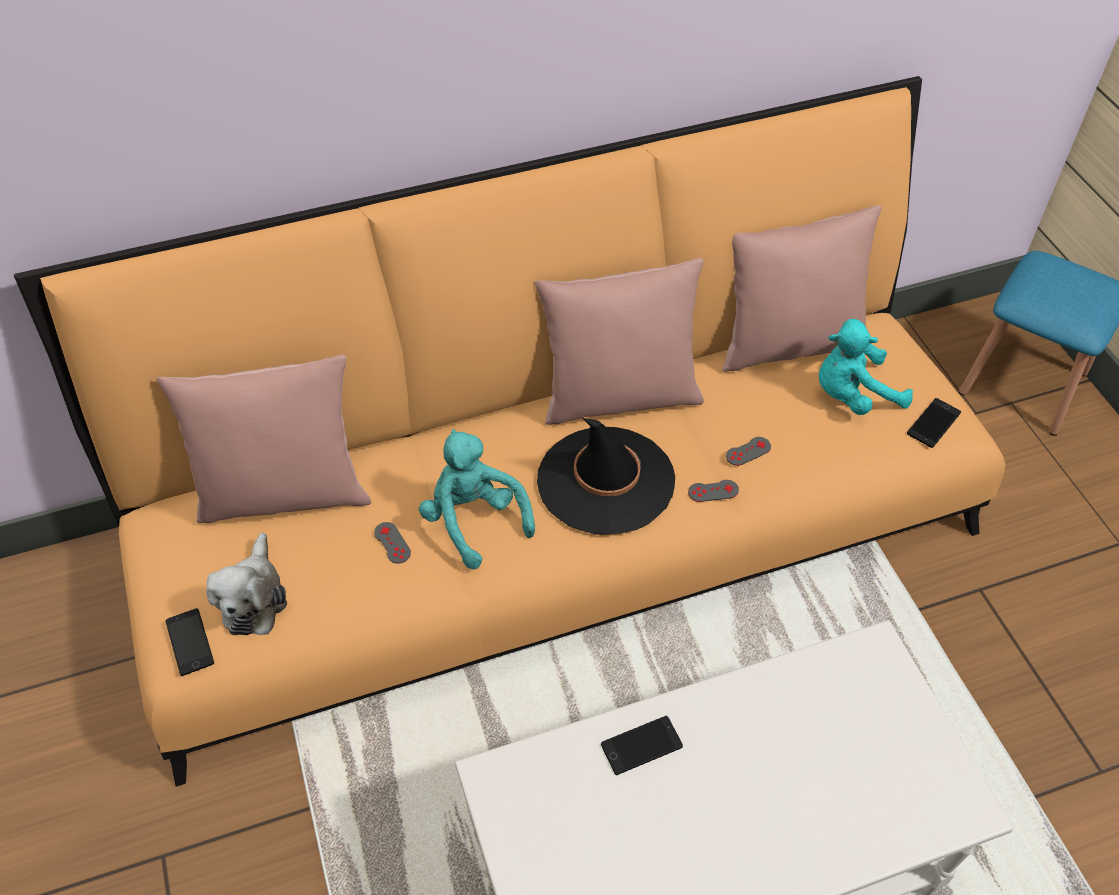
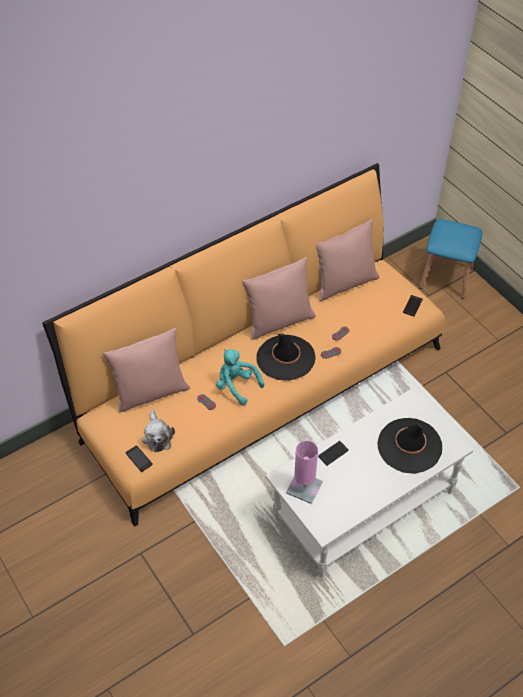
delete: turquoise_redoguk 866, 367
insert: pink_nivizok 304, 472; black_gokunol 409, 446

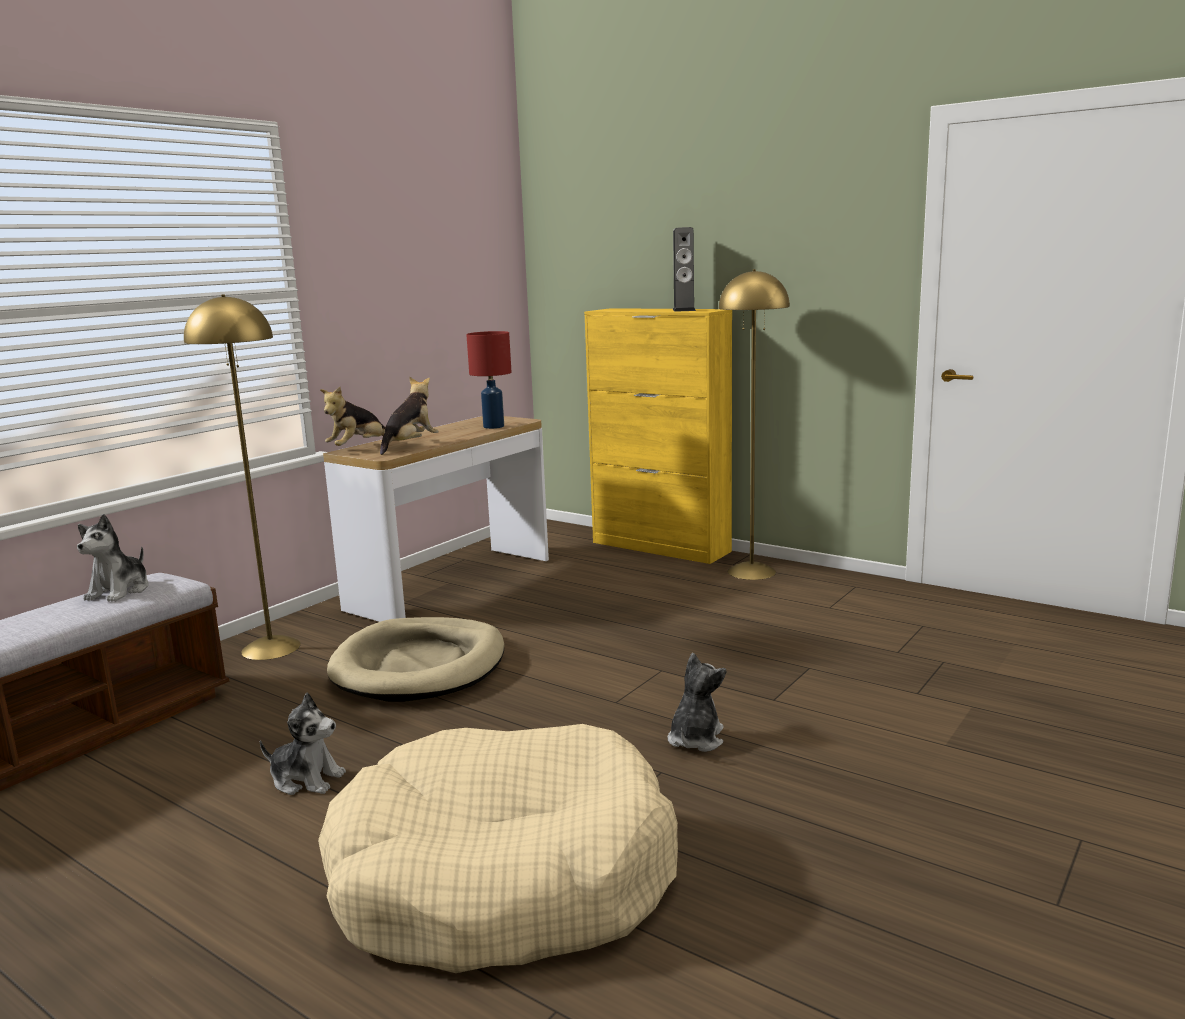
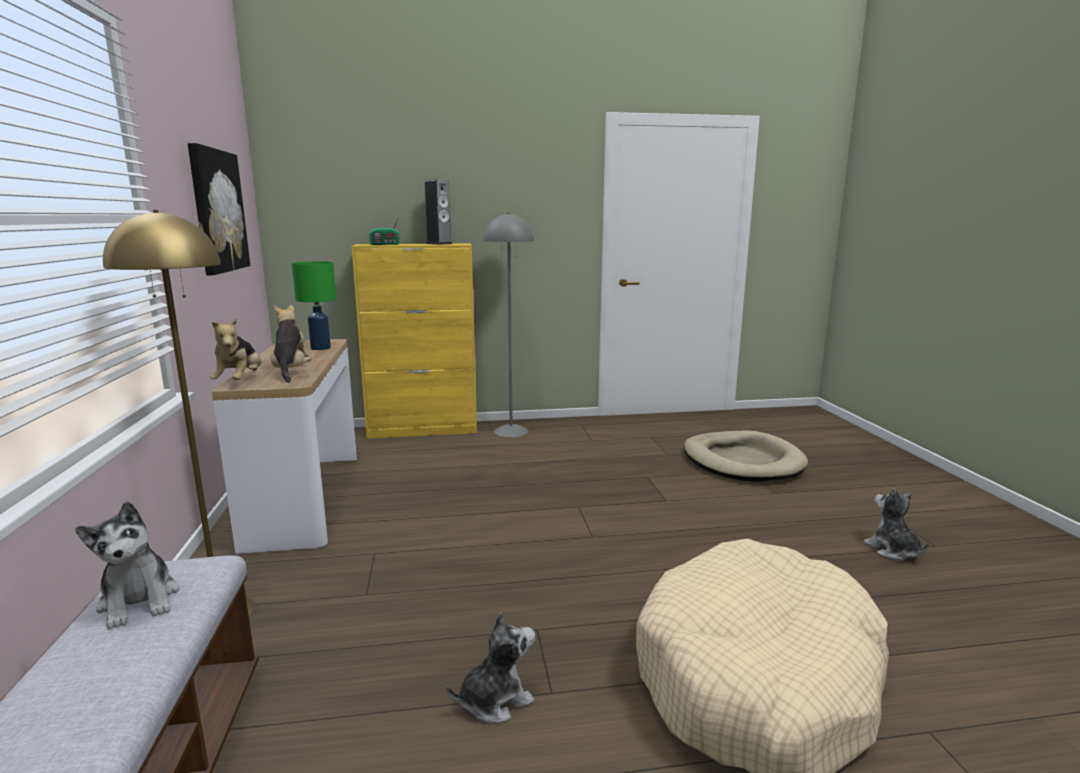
insert: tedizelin 218, 209; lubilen 384, 231
move: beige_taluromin 415, 659 to 746, 456; redoguk 696, 702 to 896, 524
recolor: red_nivizok 488, 380 to green_nivizok 314, 305; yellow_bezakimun 754, 424 to grey_bezakimun 508, 325

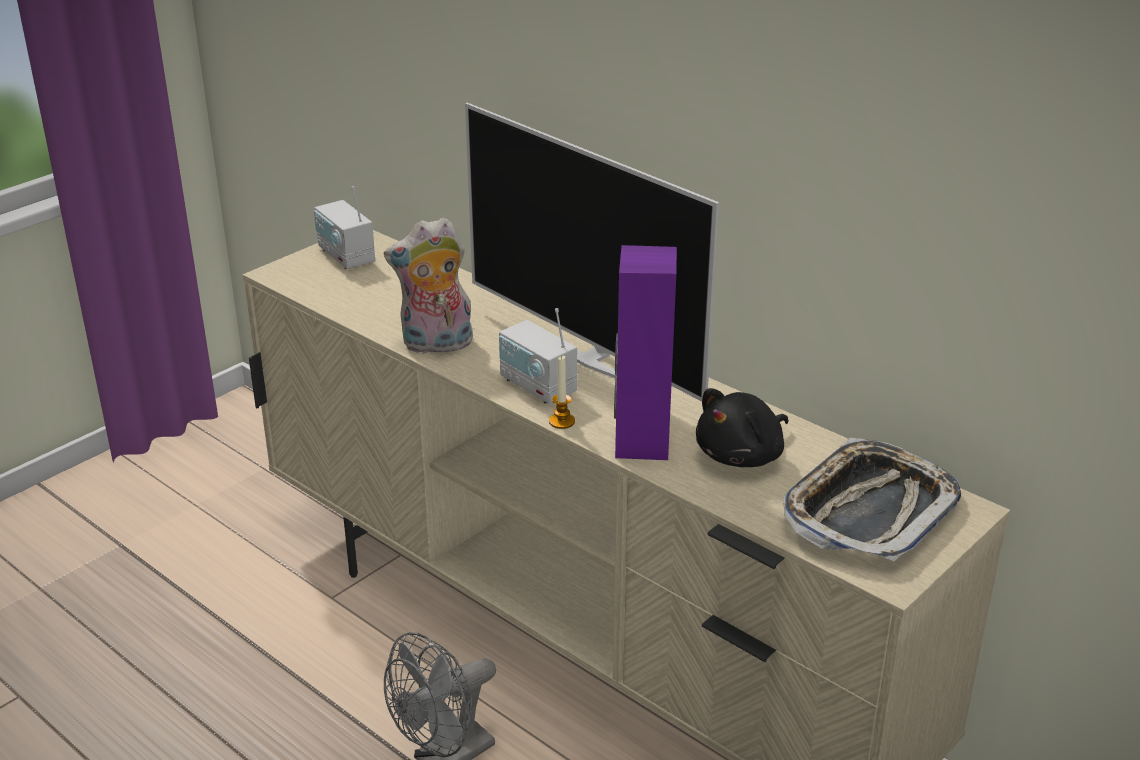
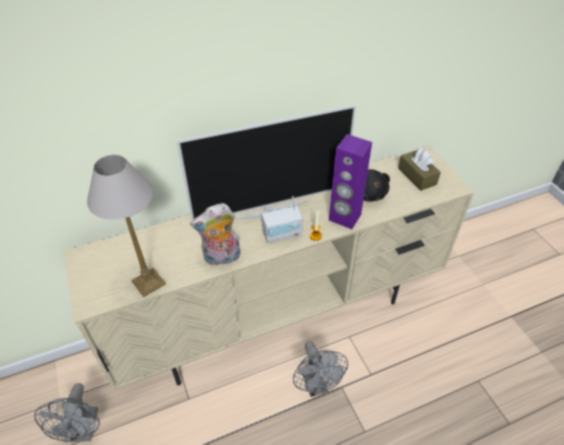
delete: lubilen 344, 227
insert: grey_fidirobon 67, 412; nivizok 126, 226
replace: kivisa 872, 500 to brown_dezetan 419, 169
rotate: redoguk 428, 286 = 215, 234 60 degrees clockwise

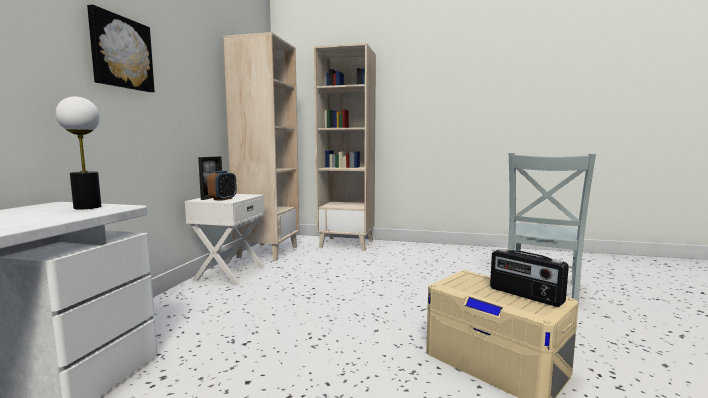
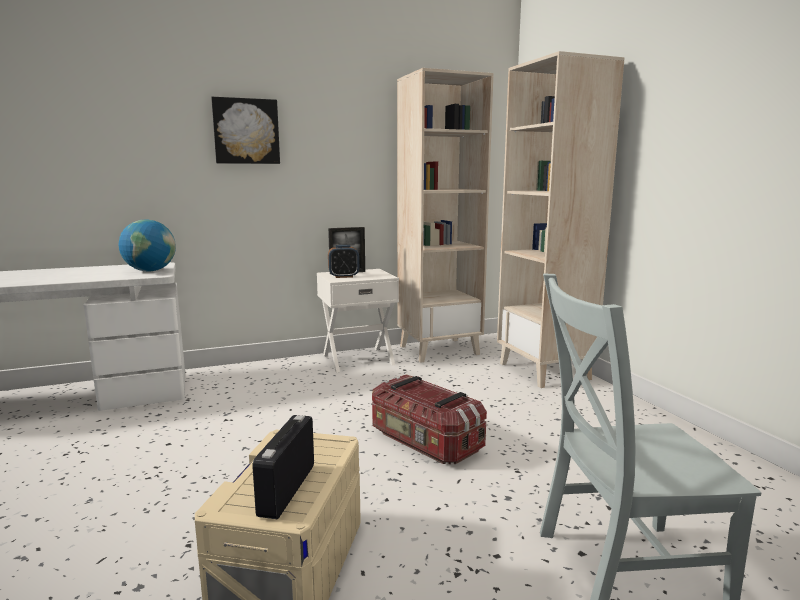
insert: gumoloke 429, 419
replace: nivizok 78, 152 to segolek 147, 245

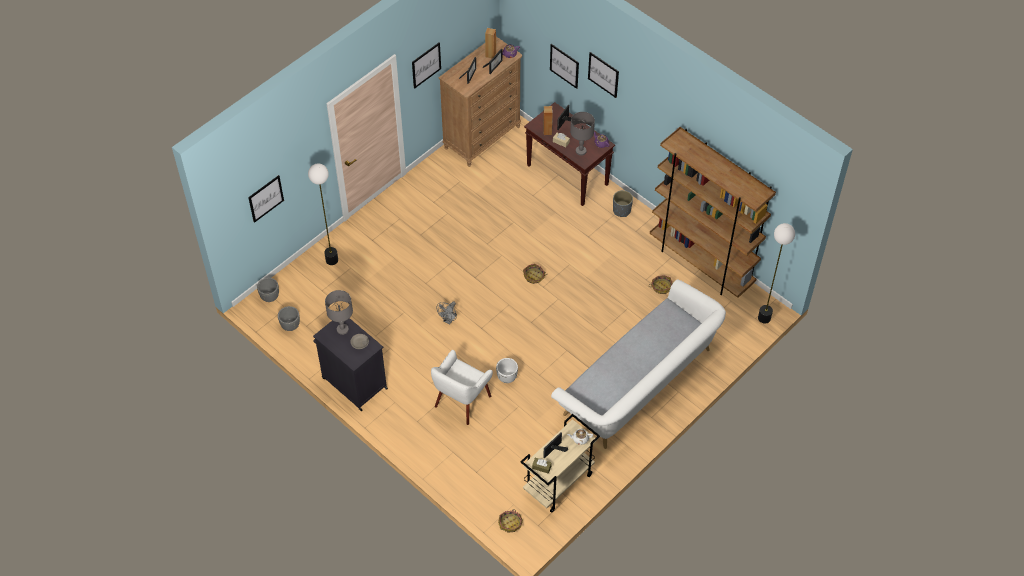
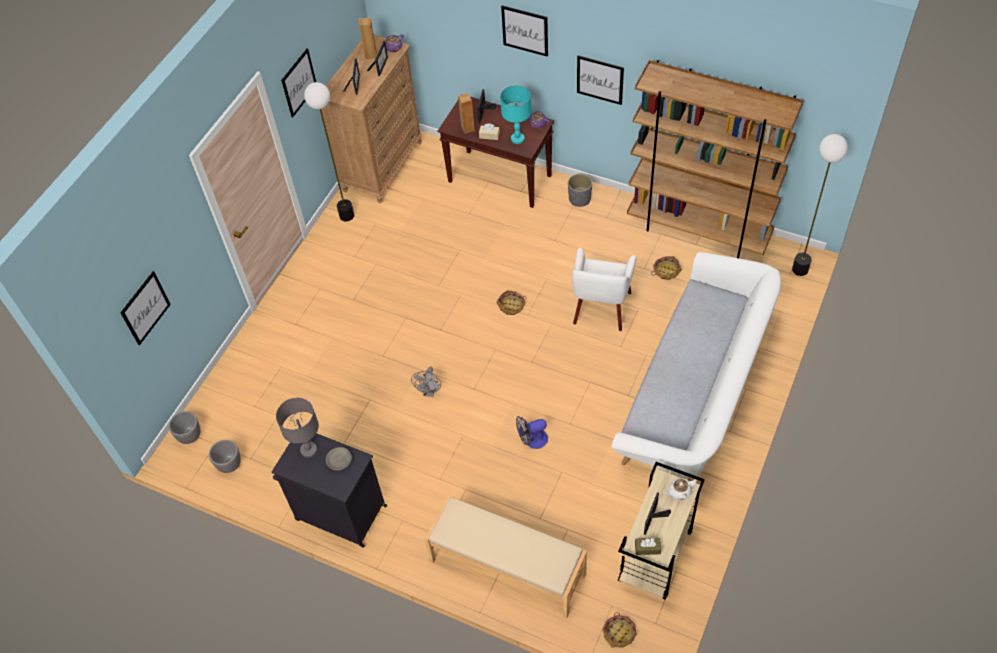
insert: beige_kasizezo 506, 557
move: bezakimun 323, 214 to 329, 151; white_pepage 462, 387 to 604, 289; tedizelin 564, 66 to 600, 80
replace: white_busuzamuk 507, 370 to fidirobon 532, 432
recolor: grey_nivizok 582, 134 to turquoise_nivizok 515, 114

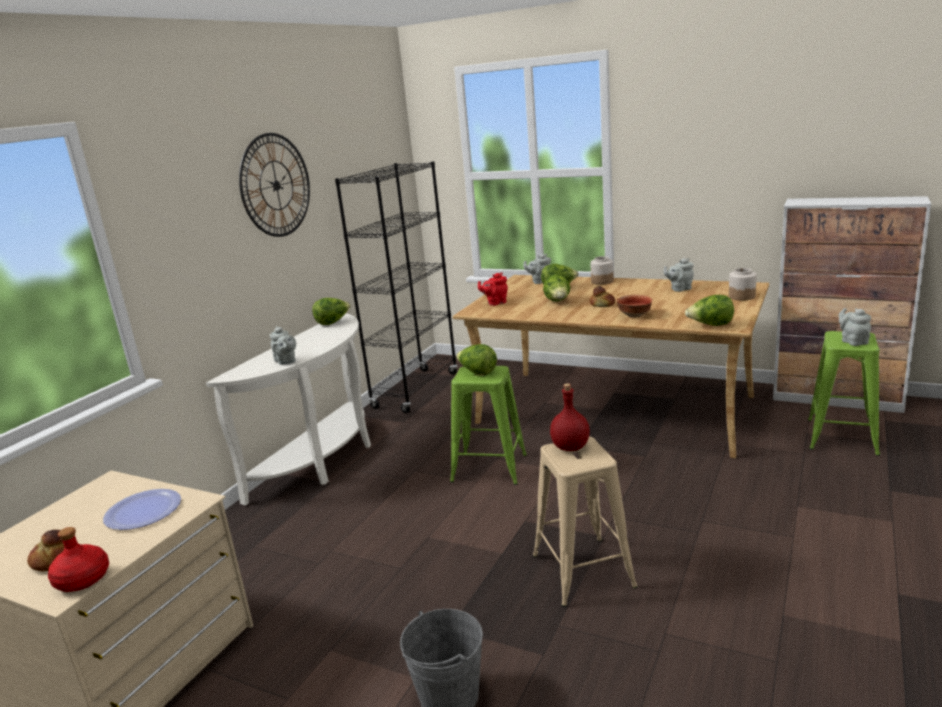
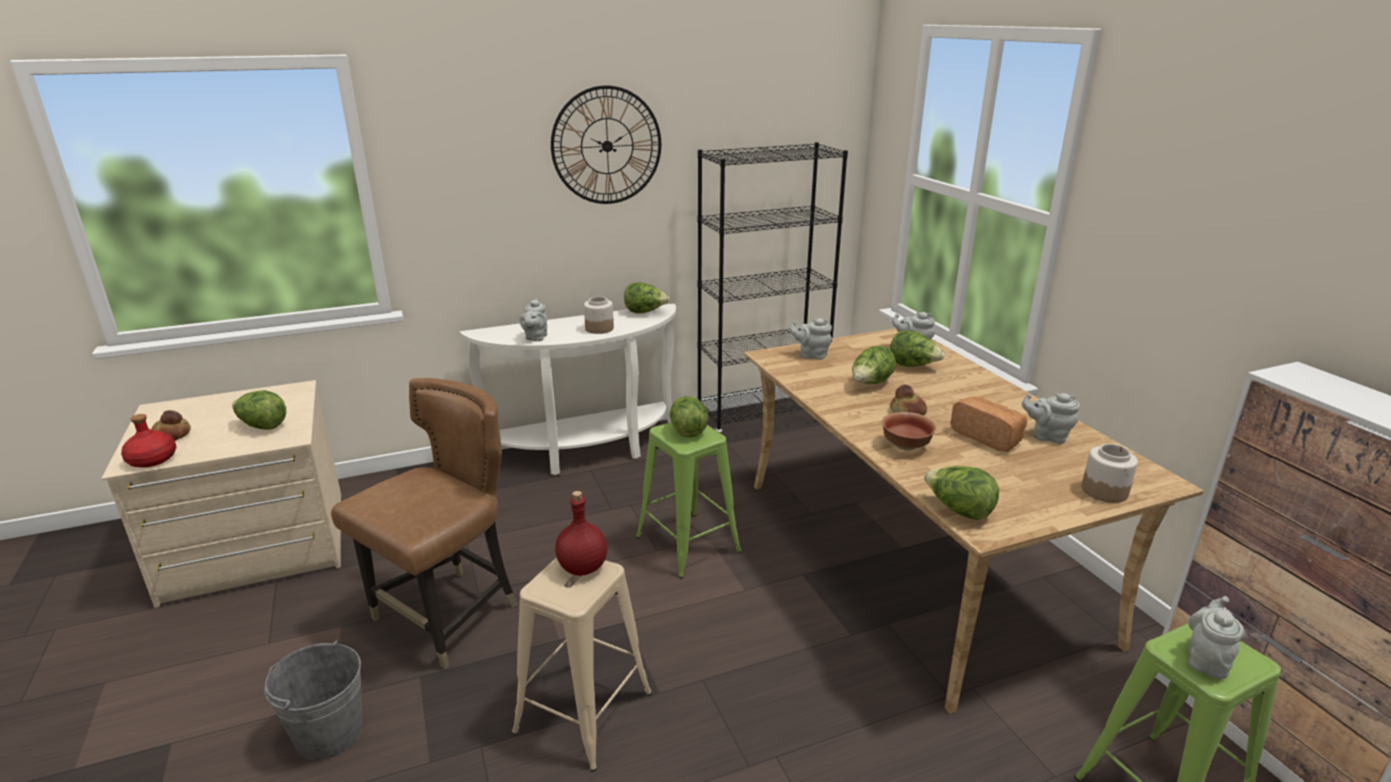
insert: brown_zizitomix 424, 523; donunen 988, 424
move: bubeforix 602, 270 to 599, 315
replace: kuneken 142, 509 to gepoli 259, 410
recolor: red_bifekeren 493, 289 to grey_bifekeren 810, 339

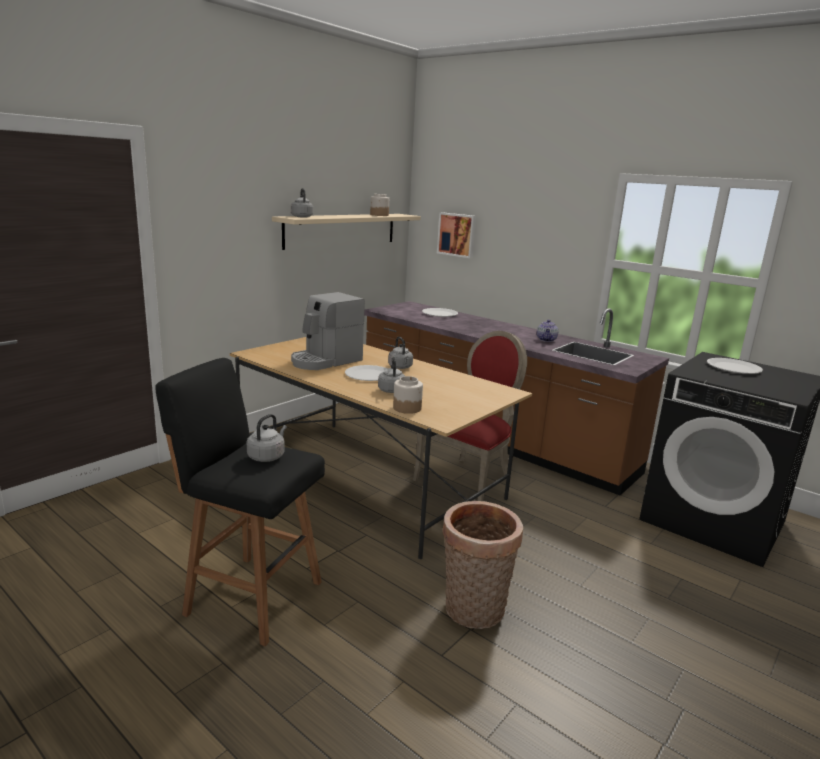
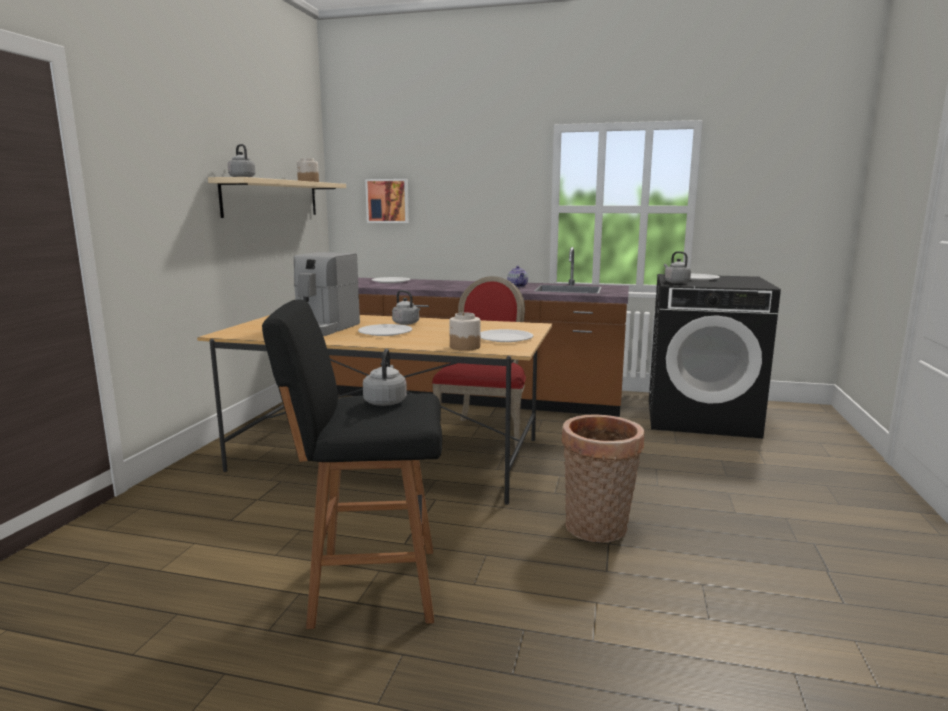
insert: white_kuneken 506, 335
move: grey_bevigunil 391, 375 to 677, 267

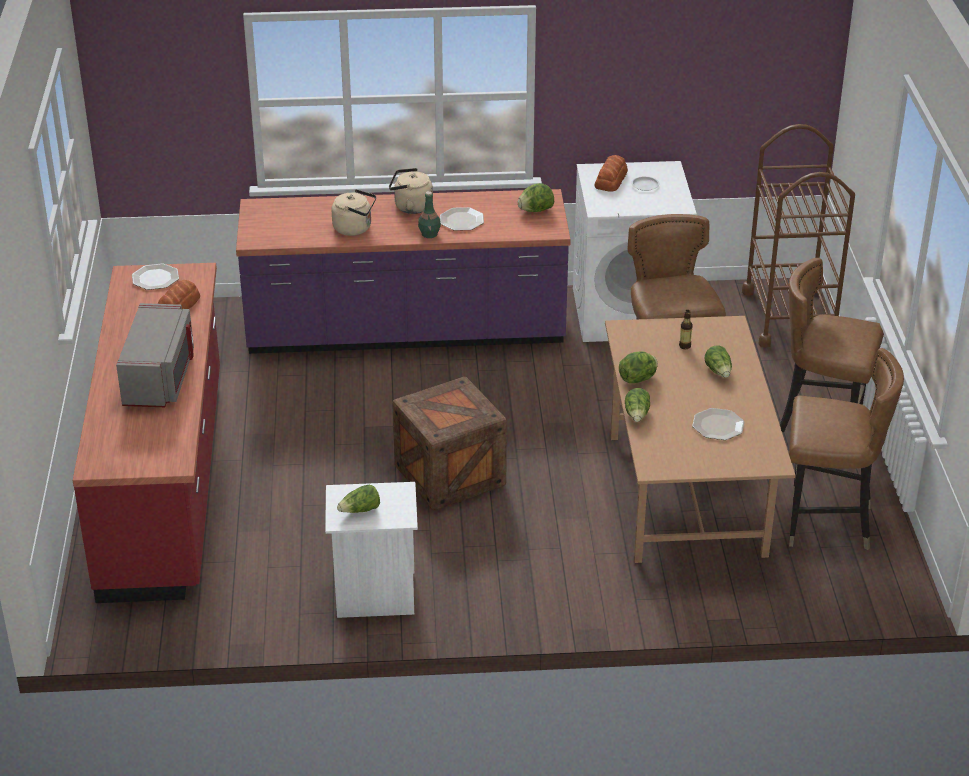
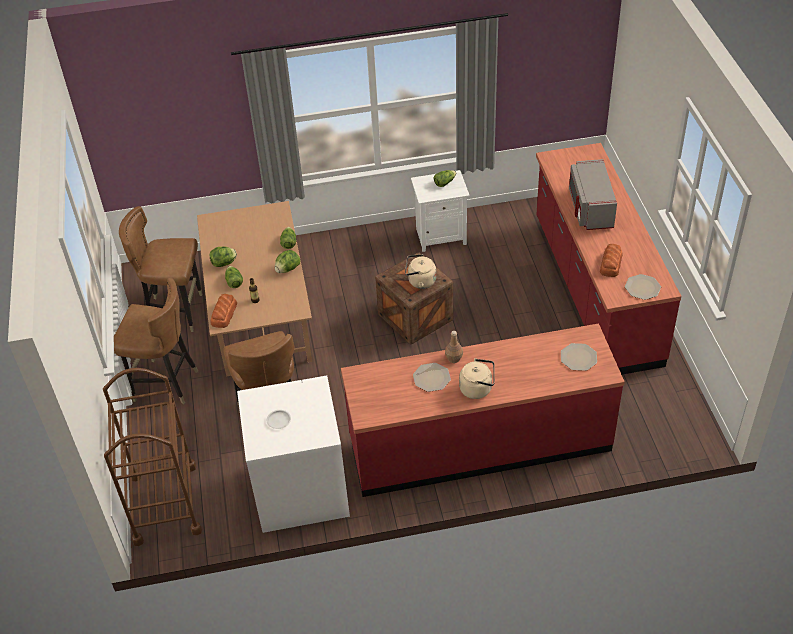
move: gepoli 536, 197 to 223, 256; donunen 611, 173 to 224, 311; beige_bevigunil 354, 212 to 420, 271; kuneken 718, 424 to 579, 357
recolor: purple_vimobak 403, 271 to red_vimobak 483, 410; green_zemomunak 429, 214 to brown_zemomunak 454, 347

